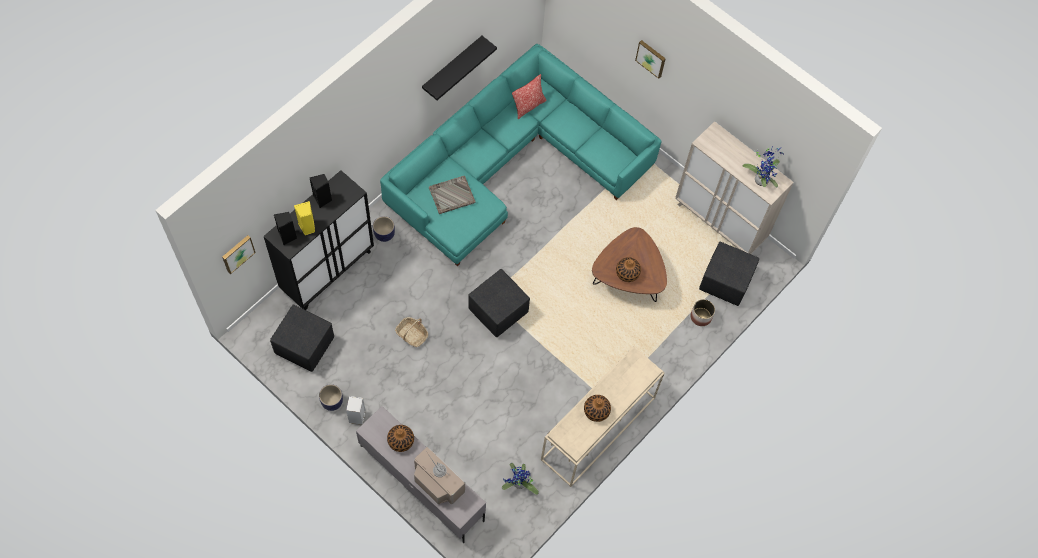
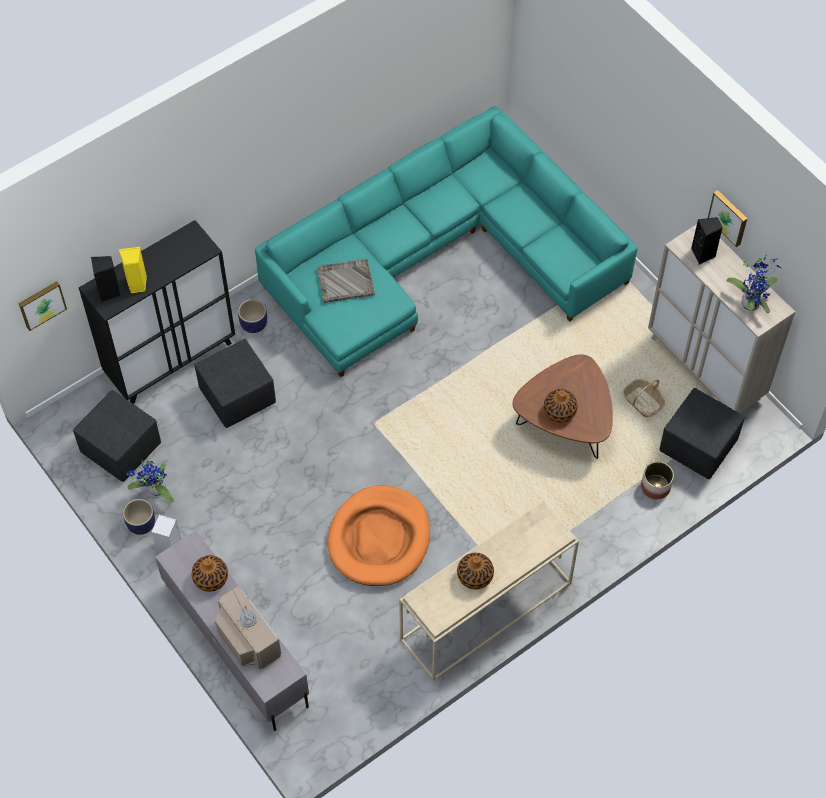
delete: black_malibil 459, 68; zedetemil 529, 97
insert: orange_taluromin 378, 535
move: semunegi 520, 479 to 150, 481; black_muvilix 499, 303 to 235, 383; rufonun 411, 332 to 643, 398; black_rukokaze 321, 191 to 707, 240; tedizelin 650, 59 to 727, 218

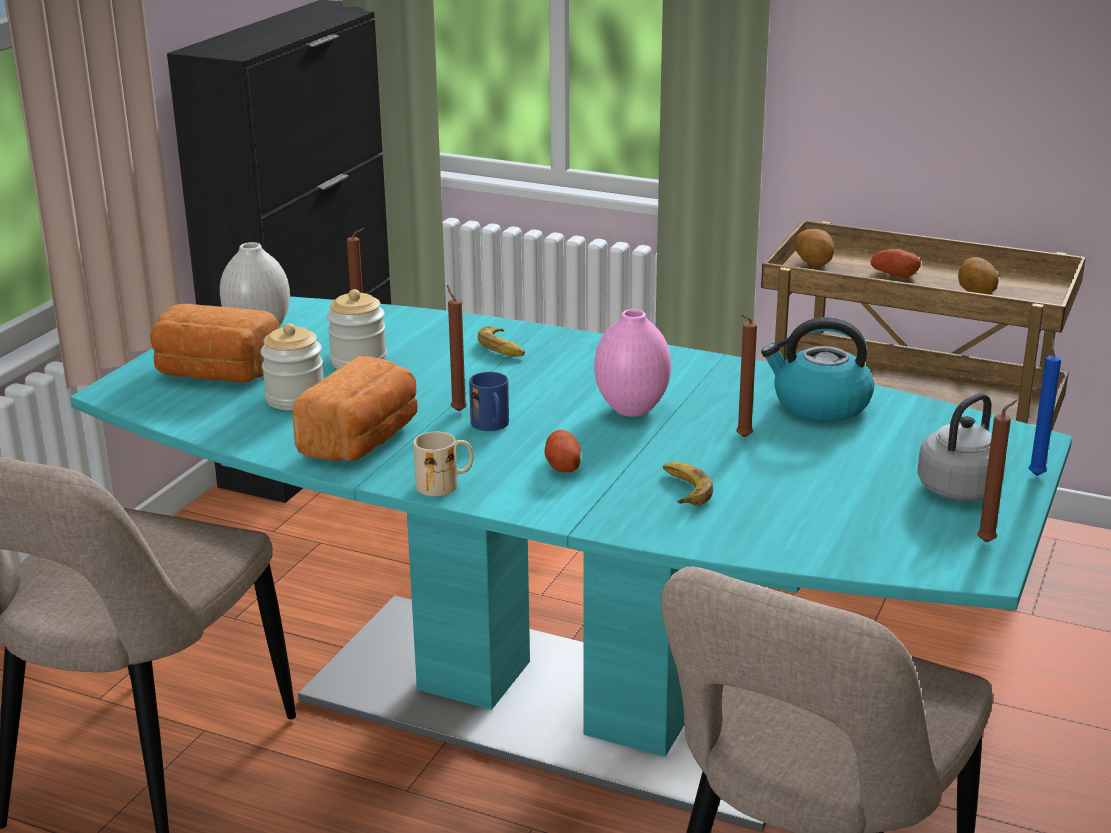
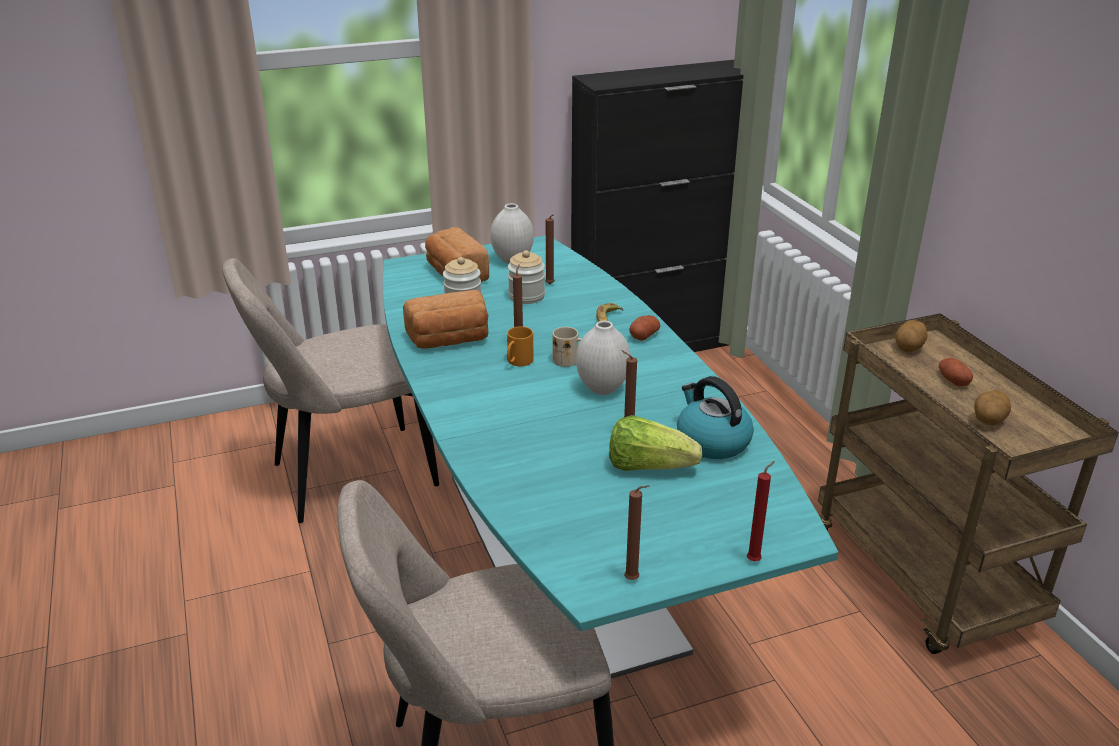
delete: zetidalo 688, 483; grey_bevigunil 961, 447
insert: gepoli 655, 443
move: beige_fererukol 443, 463 to 567, 347; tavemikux 562, 451 to 645, 328
recolor: blue_fererukol 489, 401 to orange_fererukol 520, 346; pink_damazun 632, 363 to white_damazun 603, 358; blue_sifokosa 1045, 407 to red_sifokosa 761, 511

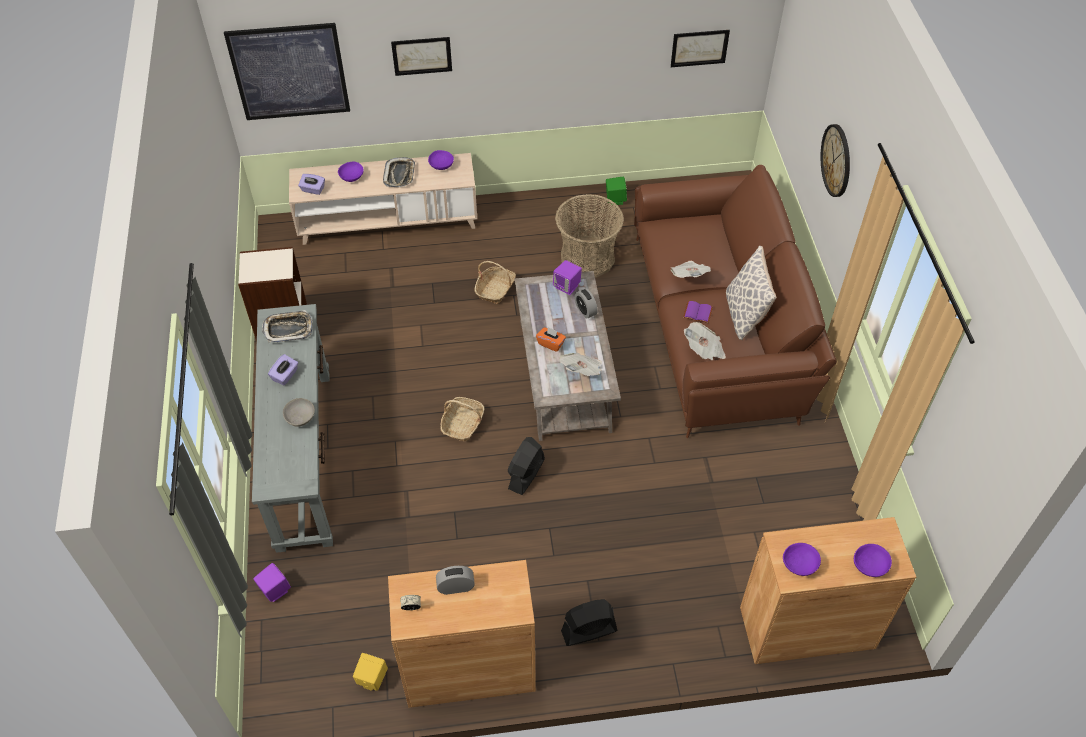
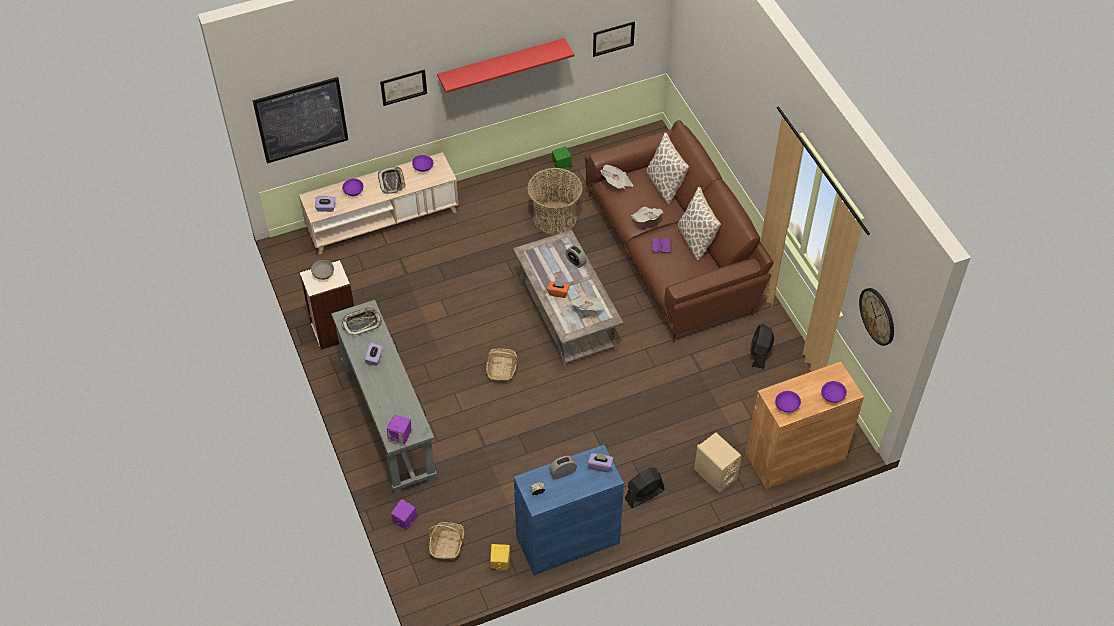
insert: red_malibil 506, 65; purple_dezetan 600, 462; zedetemil 668, 168; beige_rukokaze 718, 463
move: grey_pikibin 299, 412 to 322, 270; purple_rukokaze 567, 277 to 399, 429; rufonun 495, 282 to 446, 541; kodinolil 705, 341 to 617, 177; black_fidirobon 526, 466 to 762, 346; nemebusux 835, 160 to 876, 317
recolor: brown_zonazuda 462, 634 to blue_zonazuda 569, 510

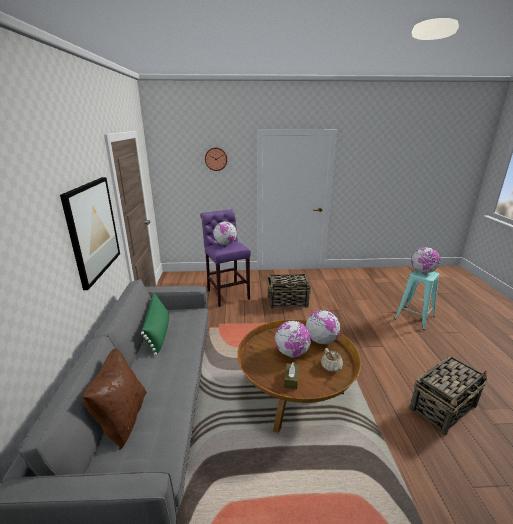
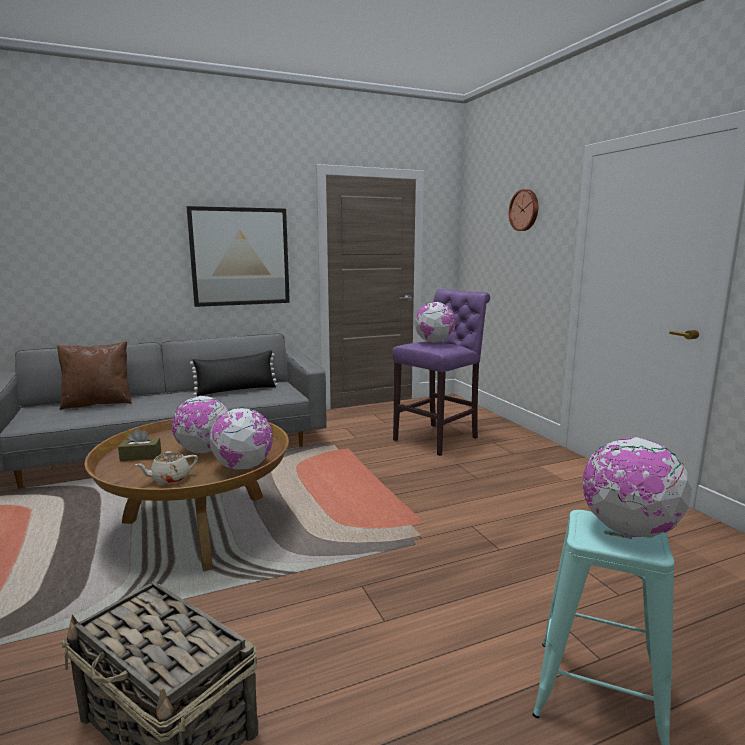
delete: rufonun 289, 291
recolor: green_zedetemil 155, 324 to black_zedetemil 234, 373

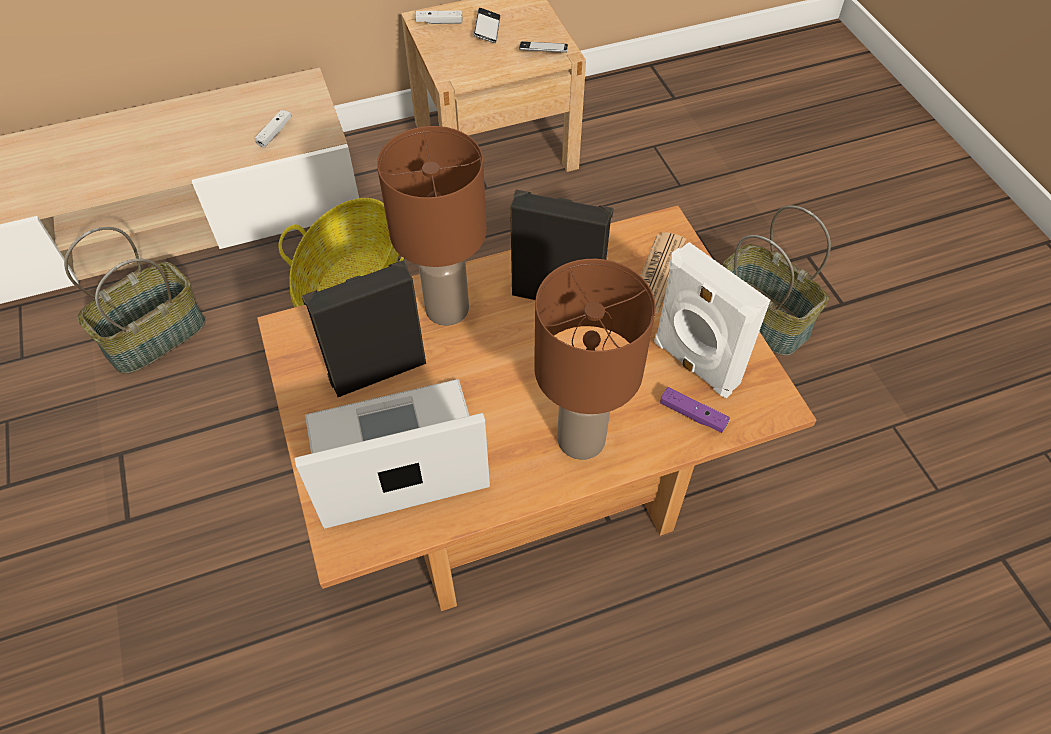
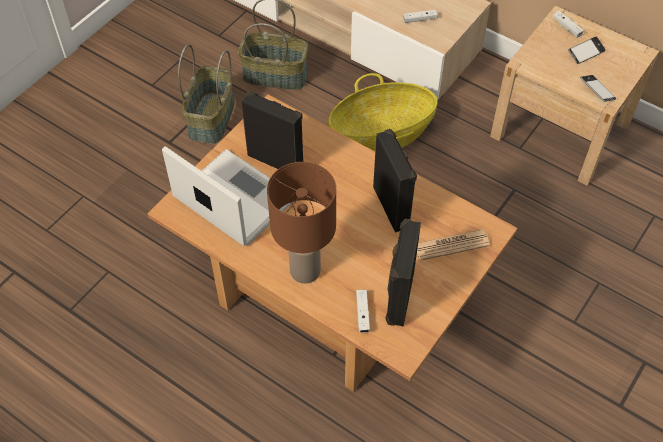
delete: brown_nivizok 432, 226
move: rufonun 776, 281 to 206, 94
recolor: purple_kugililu 695, 410 to white_kugililu 363, 311; white_rukokaze 712, 320 to black_rukokaze 403, 273

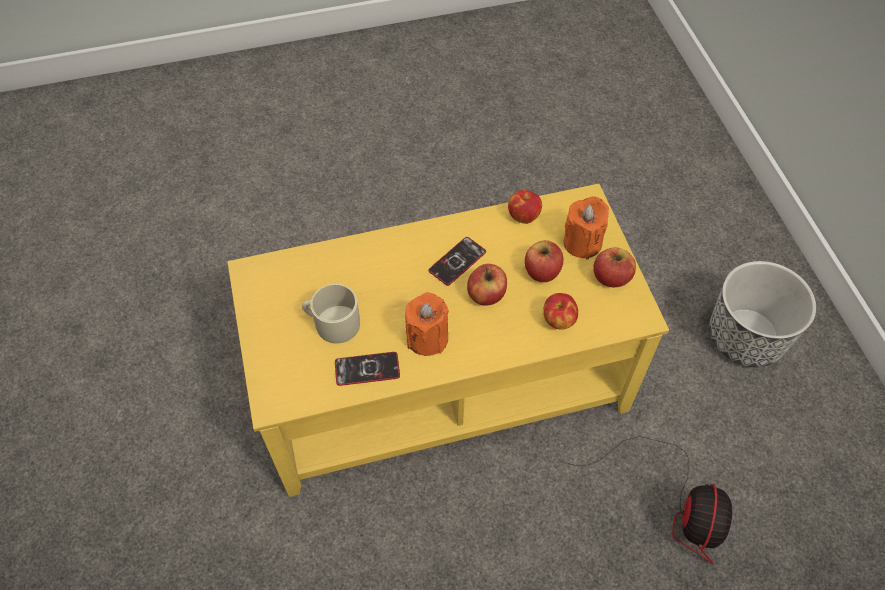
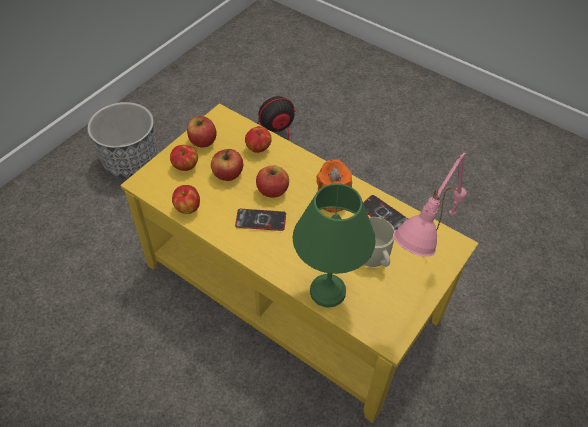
insert: green_nivizok 334, 245; pink_nivizok 430, 205
replace: orange_sifokosa 586, 228 to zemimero 184, 158

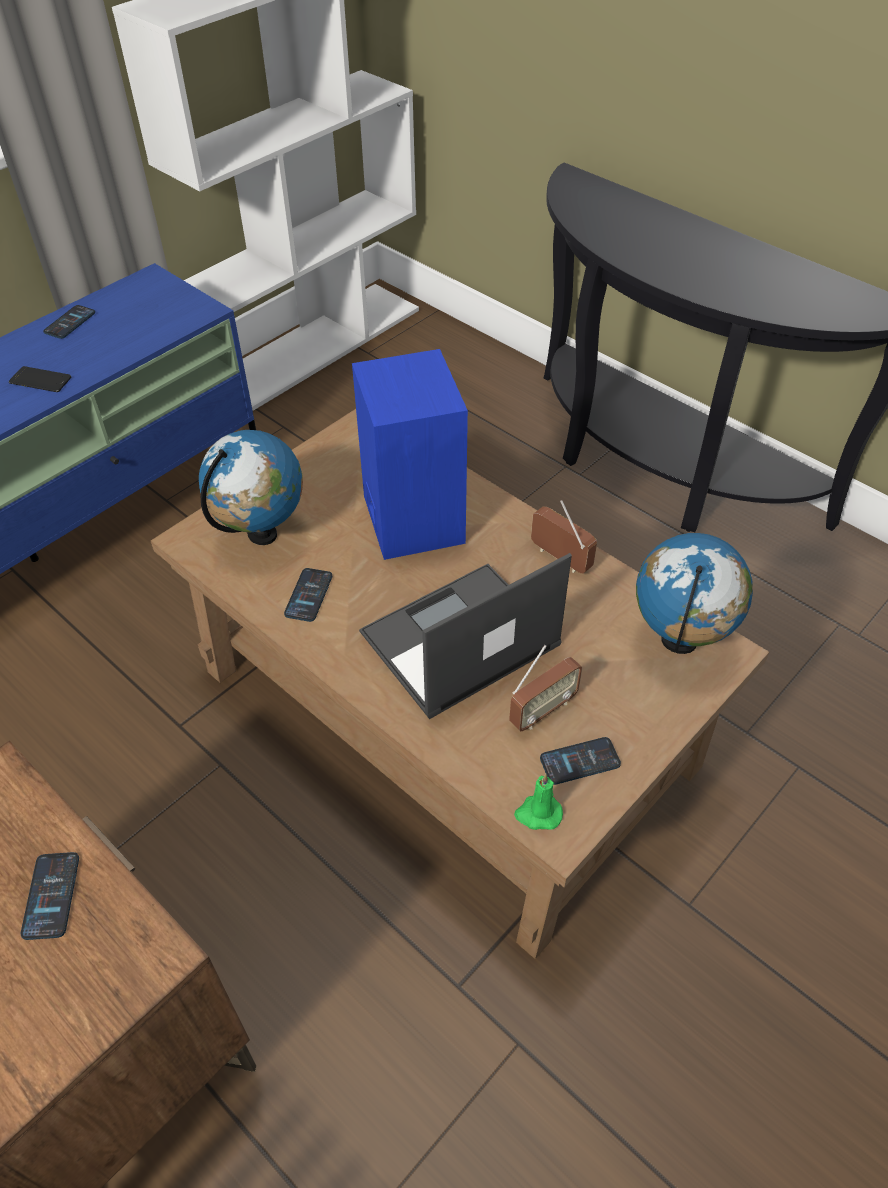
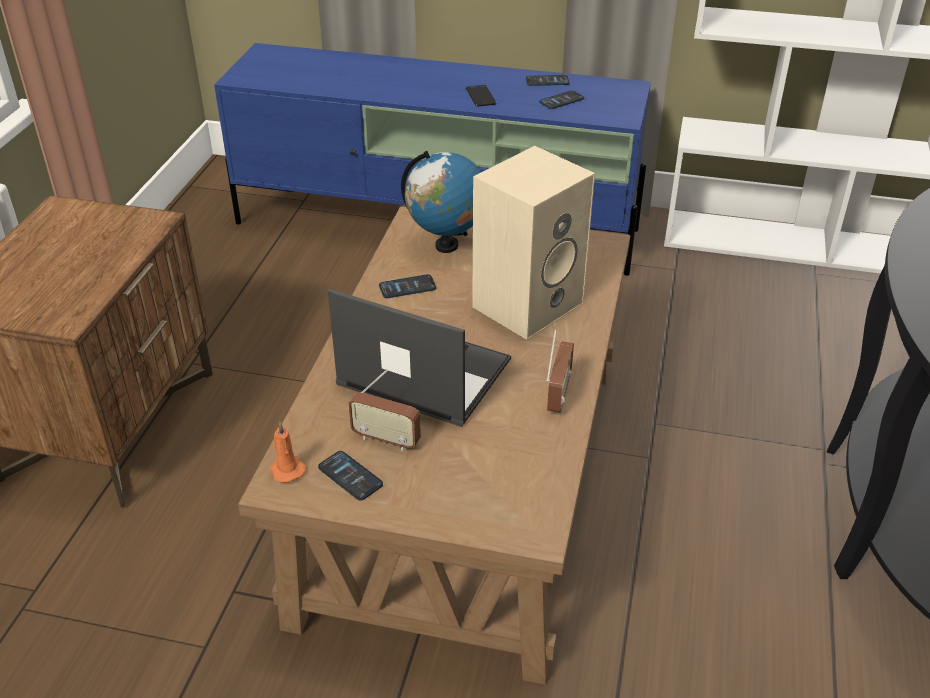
delete: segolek 694, 593
move: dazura 50, 896 to 561, 99
recolor: green_sifokosa 538, 802 to orange_sifokosa 288, 452; blue_rukokaze 410, 454 to beige_rukokaze 533, 243

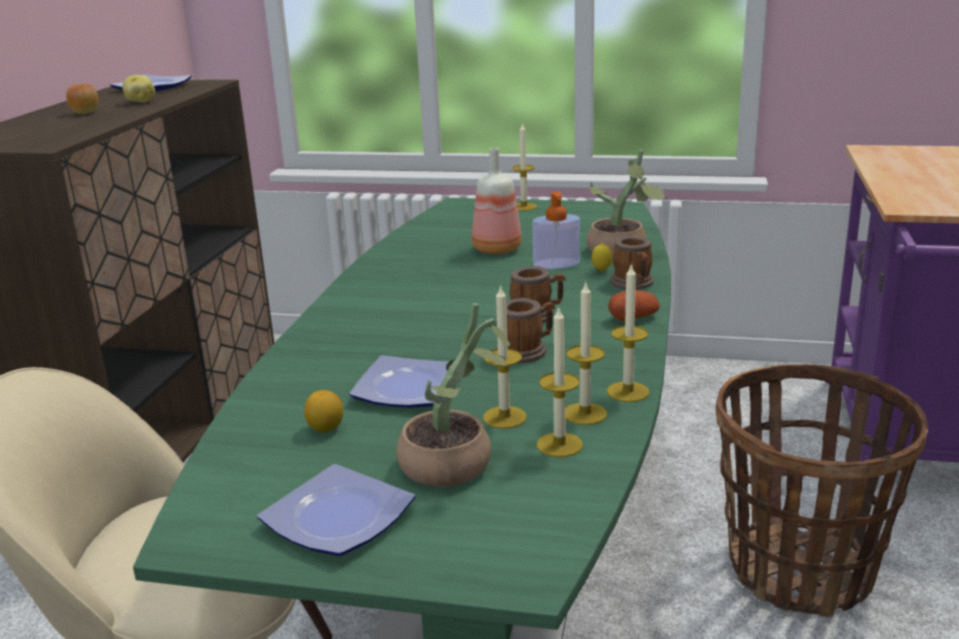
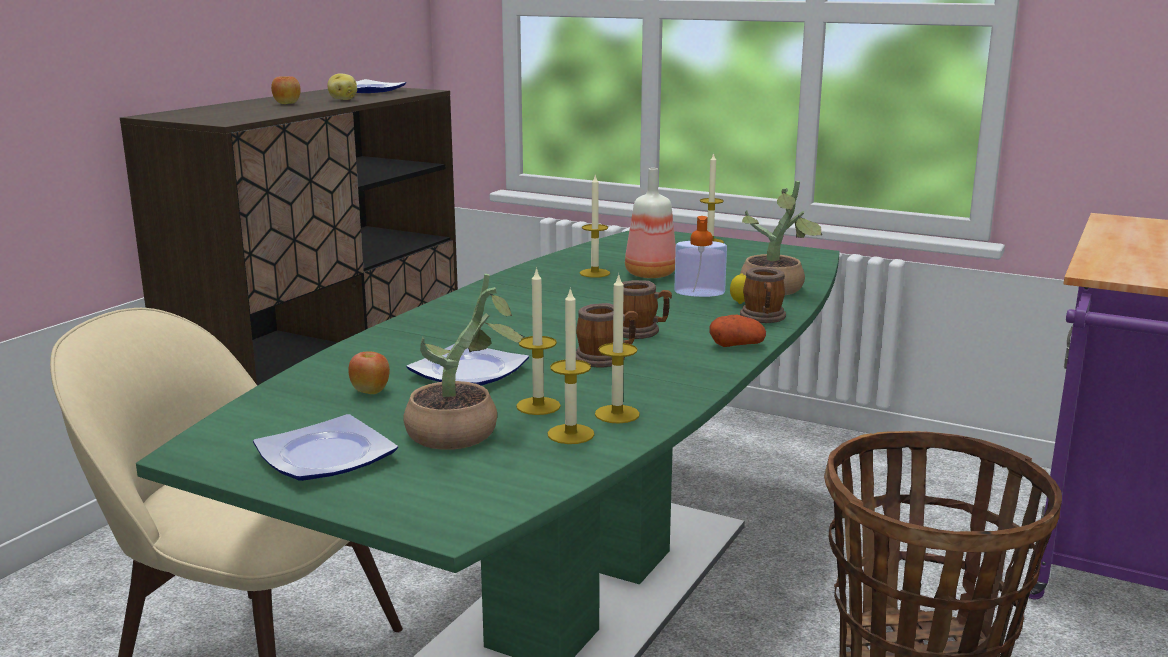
move: sifokosa 628, 332 to 595, 227
replace: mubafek 323, 411 to zemimero 369, 373

